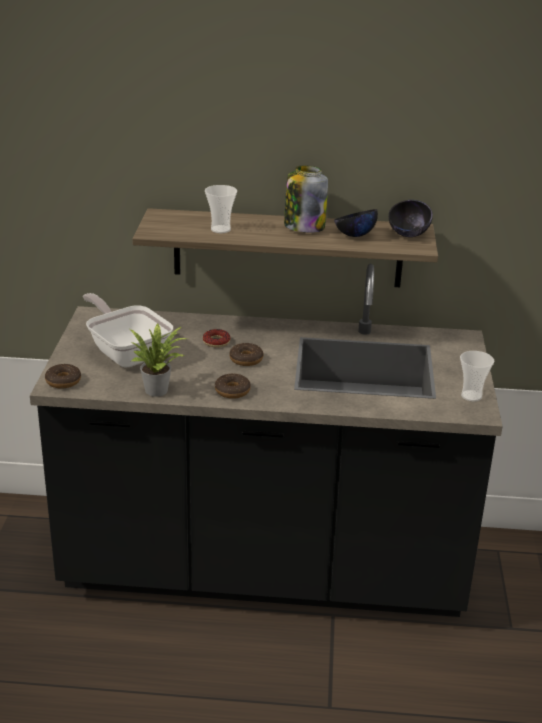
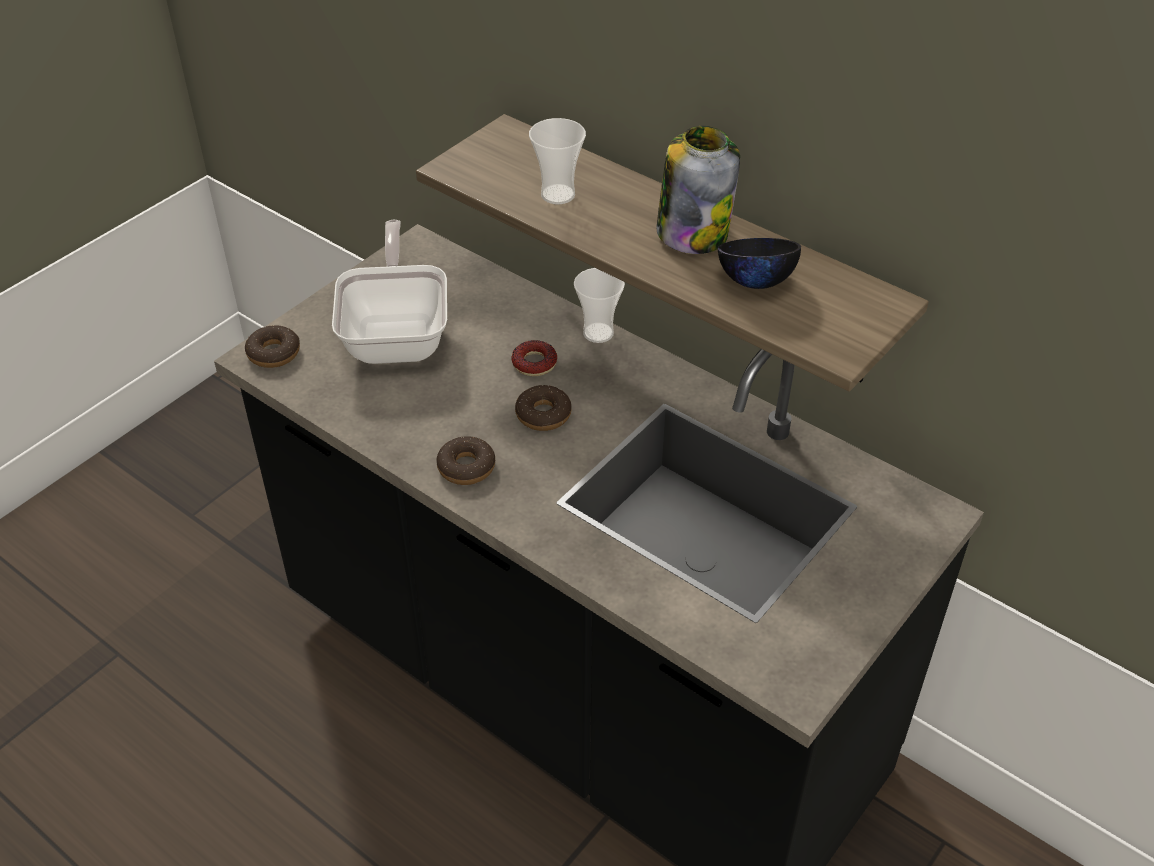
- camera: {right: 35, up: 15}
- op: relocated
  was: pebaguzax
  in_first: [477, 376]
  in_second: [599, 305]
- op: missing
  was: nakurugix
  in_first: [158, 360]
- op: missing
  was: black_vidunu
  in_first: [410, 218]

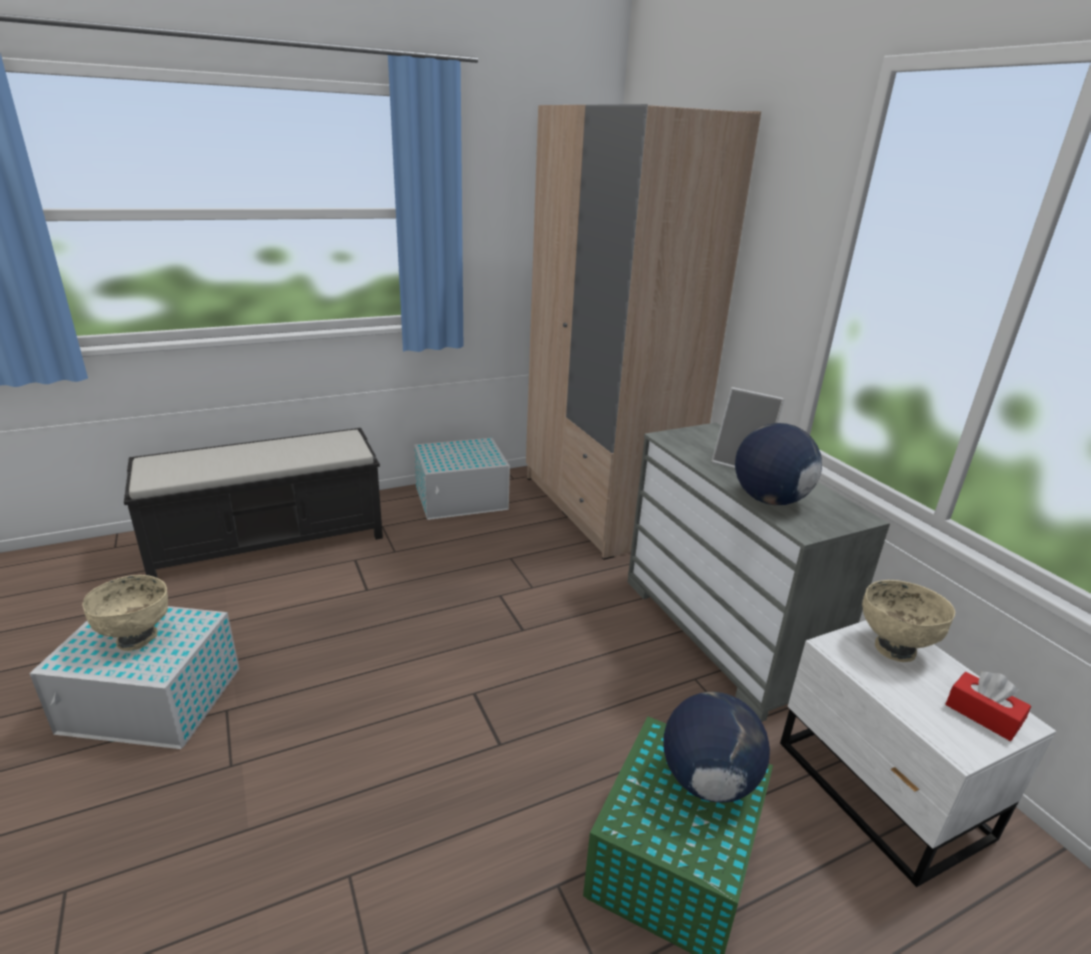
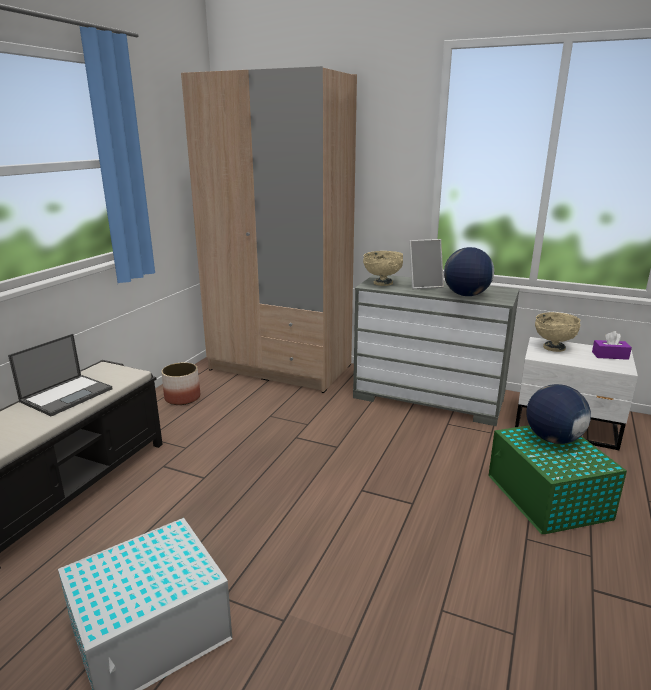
- camera: {right: -40, up: -5}
- op: appeared
  now: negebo
  in_second: [60, 375]
- op: exchanged
  was: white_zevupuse
  now: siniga
  in_first: [462, 479]
  in_second: [180, 383]
- op: relocated
  was: beige_vidunu
  in_first: [125, 613]
  in_second: [383, 268]
- op: colour
  was: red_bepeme
  now: purple_bepeme
  in_first: [988, 706]
  in_second: [612, 345]

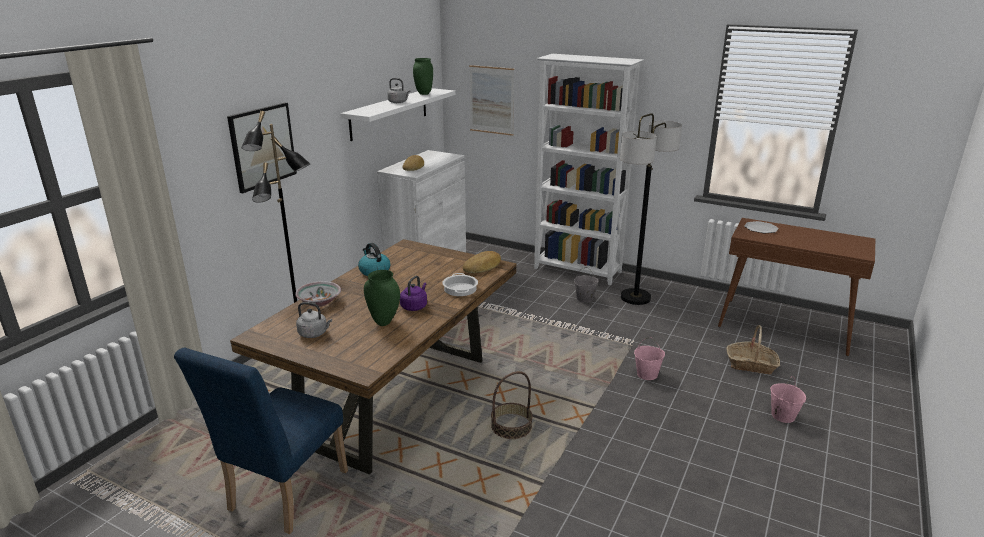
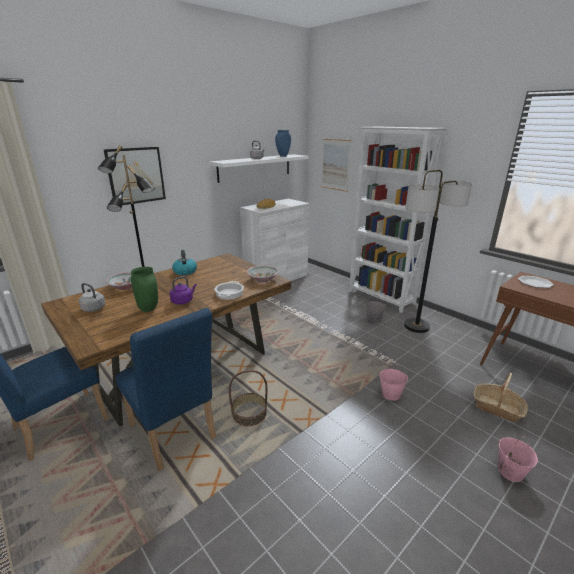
- camera: {right: 20, up: 0}
- op: appeared
  now: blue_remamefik
  in_second: [166, 389]
- op: exchanged
  was: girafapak
  now: vidunu
  in_first: [481, 262]
  in_second: [263, 273]
- op: colour
  was: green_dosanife
  now: blue_dosanife
  in_first: [423, 76]
  in_second: [283, 143]

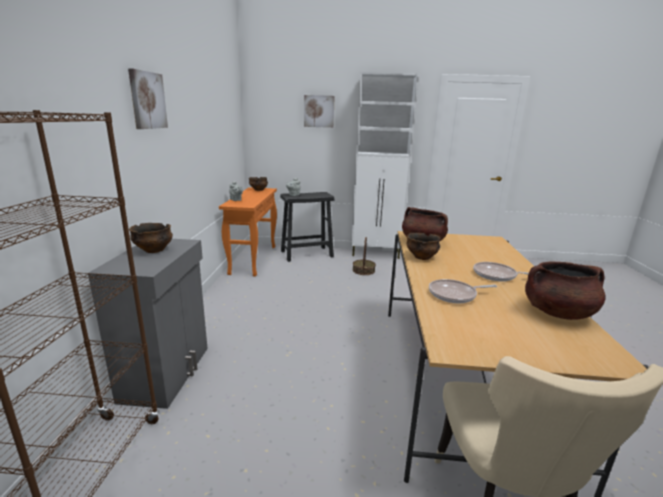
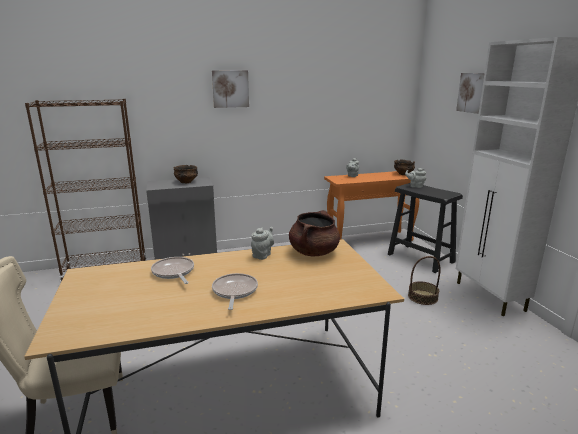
- camera: {right: 70, up: 0}
- op: exchanged
  was: vidunu
  now: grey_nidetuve
  in_first: [423, 246]
  in_second: [262, 243]
- op: missing
  was: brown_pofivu
  in_first: [565, 290]

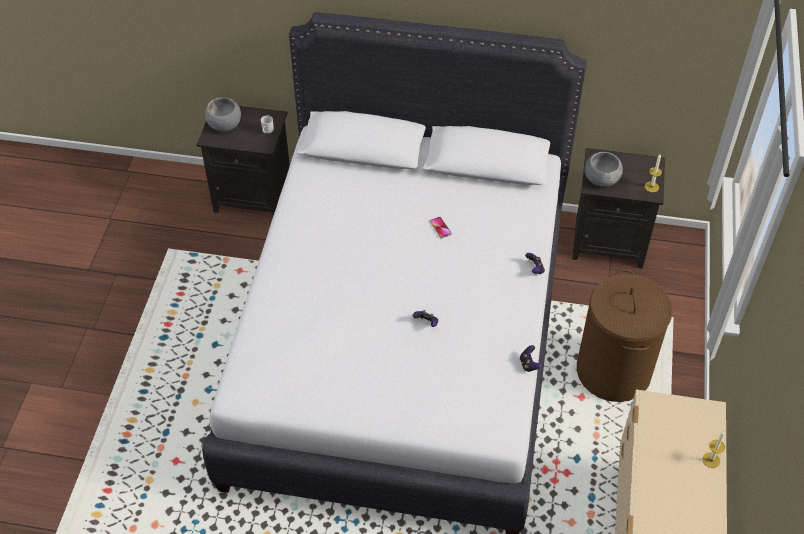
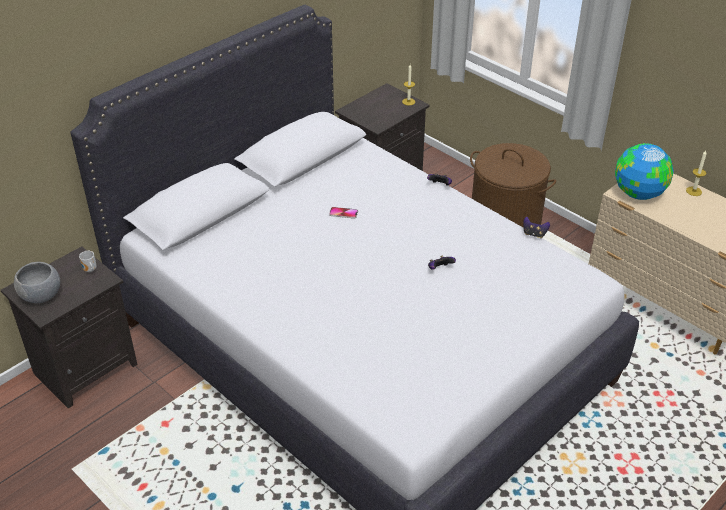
- camera: {right: -55, up: -10}
- op: appeared
  now: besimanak
  in_second: [644, 171]
- op: missing
  was: grey_vidunu
  in_first: [604, 169]

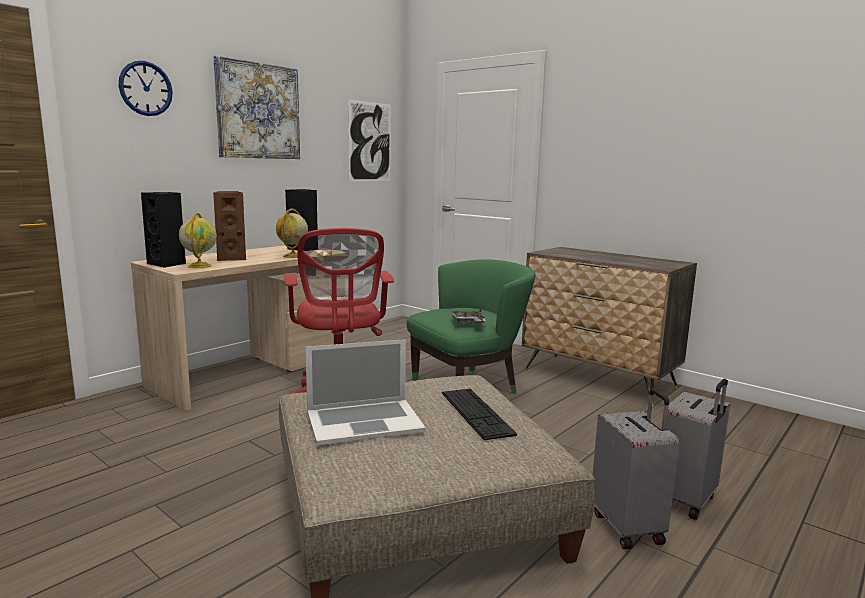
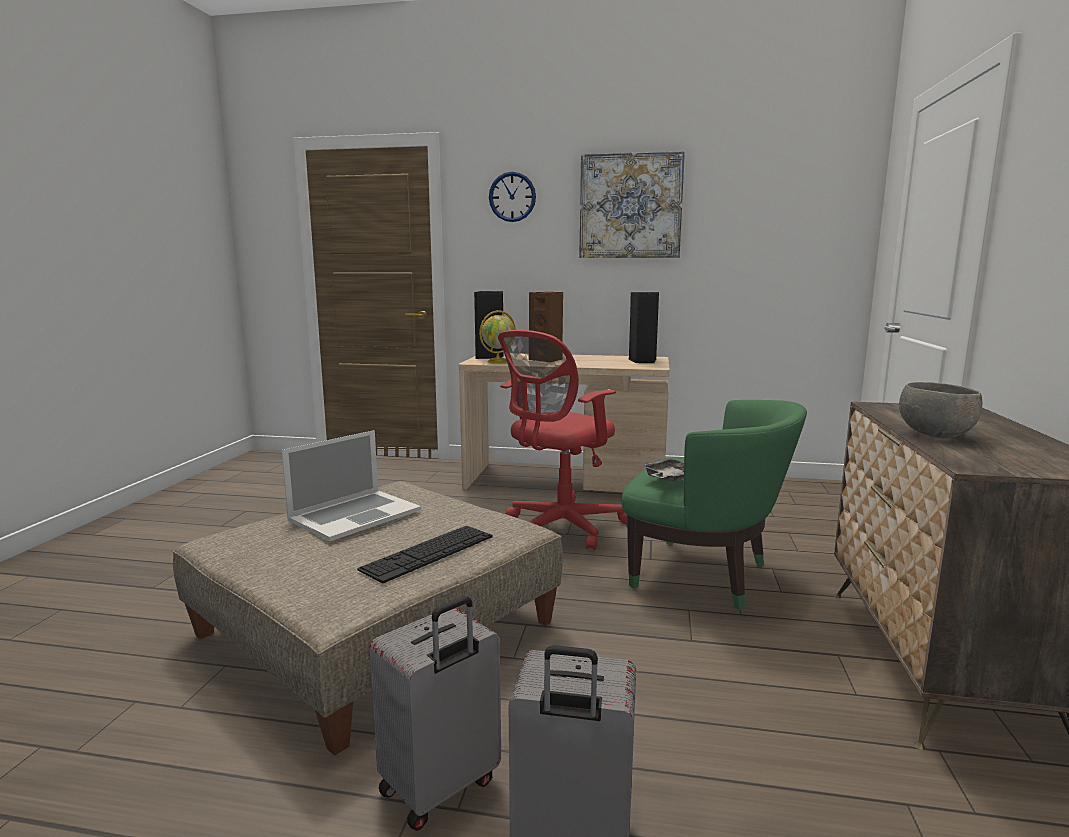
- camera: {right: 60, up: 0}
- op: spun
  was: negebo
  in_first: [365, 392]
  in_second: [351, 485]
  clockwise: -90
- op: appeared
  now: grey_vidunu
  in_second: [940, 410]
- op: missing
  was: besimanak
  in_first: [292, 233]
- op: missing
  was: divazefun
  in_first: [369, 140]

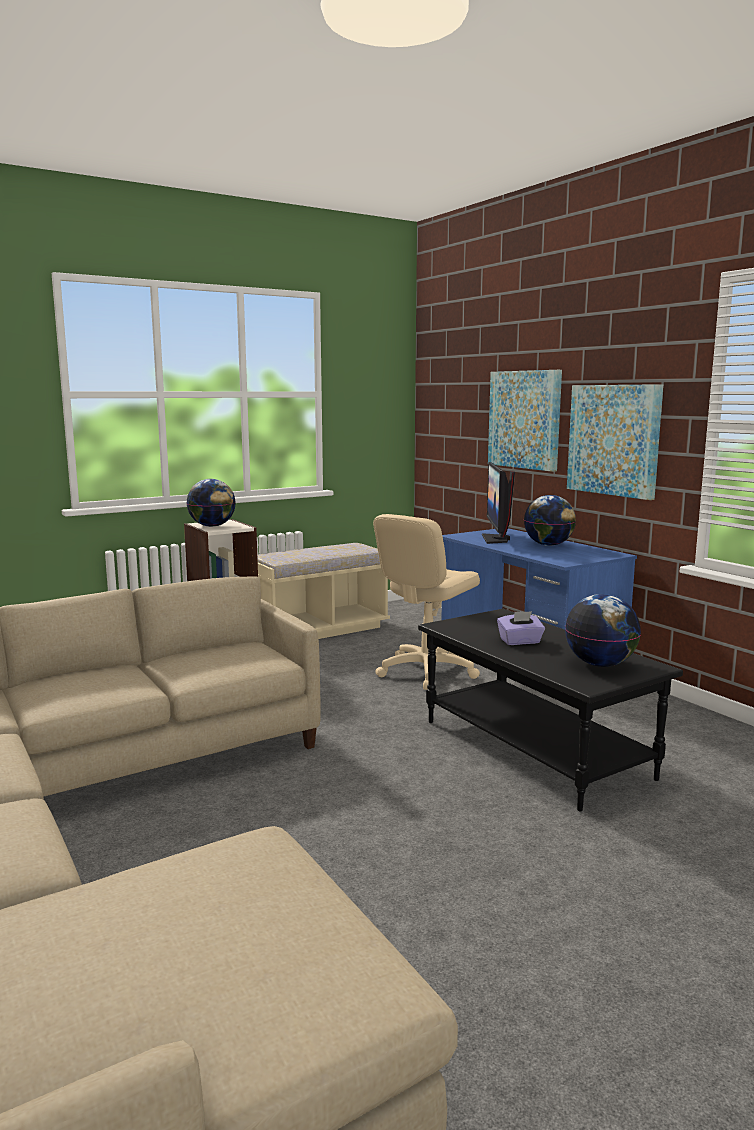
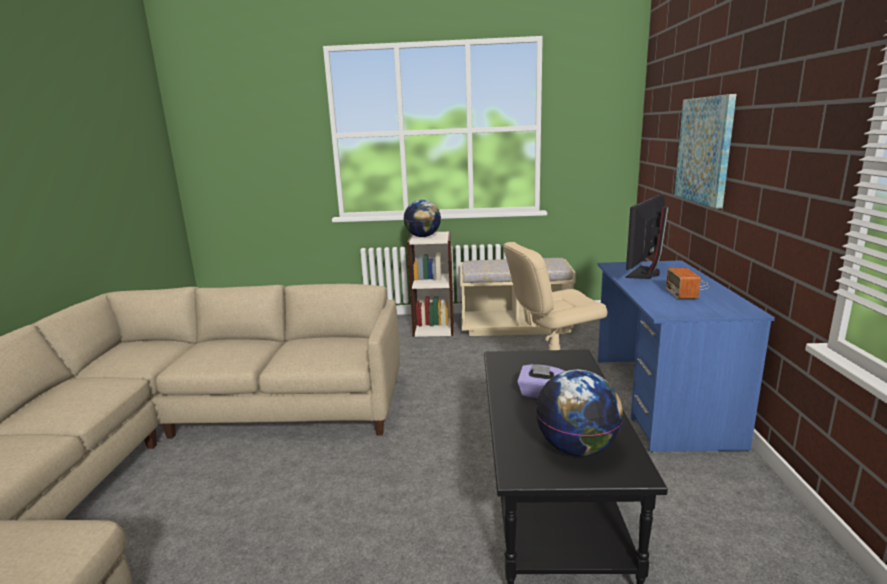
- camera: {right: 35, up: 5}
- op: exchanged
  was: besimanak
  now: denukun
  in_first: [550, 520]
  in_second: [687, 283]
- op: missing
  was: divazefun
  in_first: [615, 442]

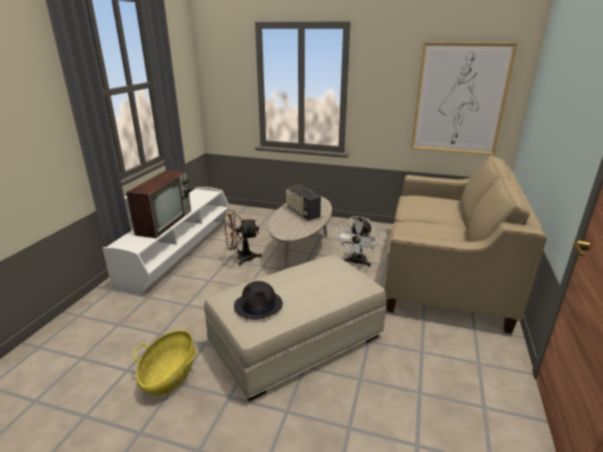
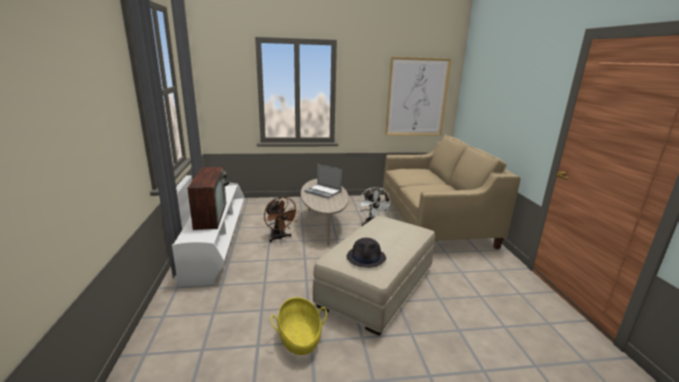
- camera: {right: -25, up: -5}
- op: spun
  was: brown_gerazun
  in_first: [243, 238]
  in_second: [281, 219]
  clockwise: -90
- op: exchanged
  was: denukun
  now: negebo
  in_first: [303, 202]
  in_second: [323, 181]

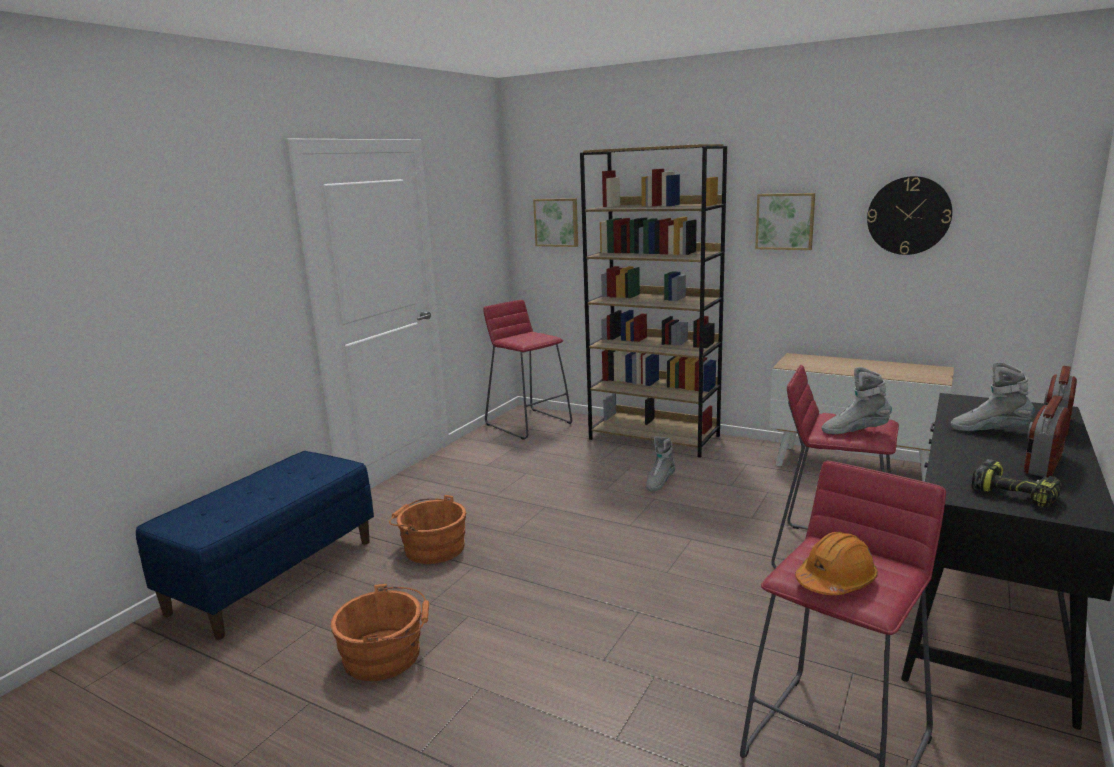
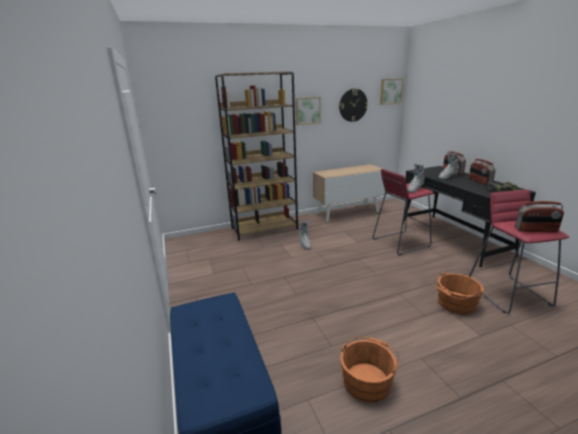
- camera: {right: -50, up: 5}
- op: relocated
  was: divazefun
  in_first: [555, 222]
  in_second: [391, 91]
- op: relocated
  was: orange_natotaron
  in_first: [427, 529]
  in_second: [458, 292]
- op: exchanged
  was: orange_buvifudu
  now: denukun
  in_first: [836, 563]
  in_second: [539, 216]
- op: missing
  was: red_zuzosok
  in_first: [527, 370]

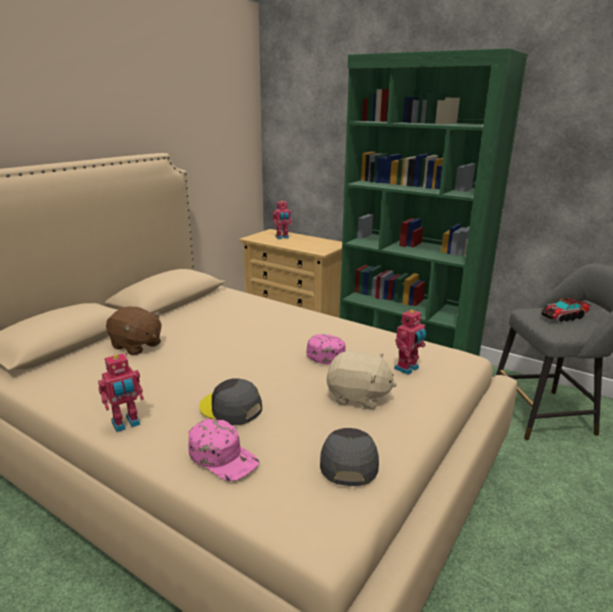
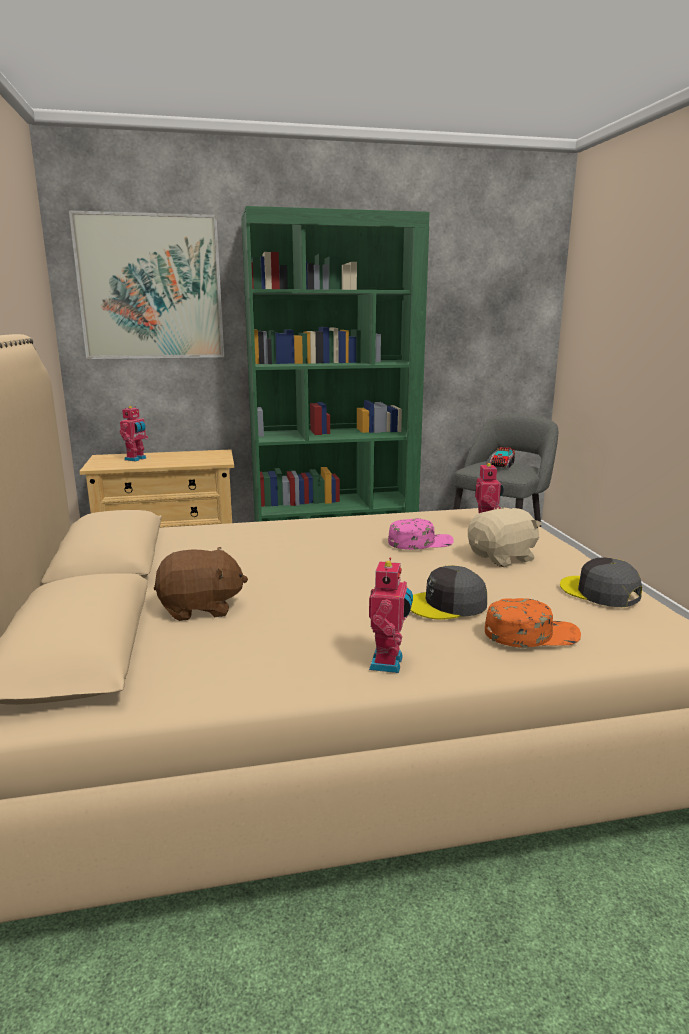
- camera: {right: -45, up: -5}
- op: appeared
  now: divazefun
  in_second: [146, 284]
- op: colour
  was: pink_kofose
  now: orange_kofose
  in_first: [223, 450]
  in_second: [533, 622]

